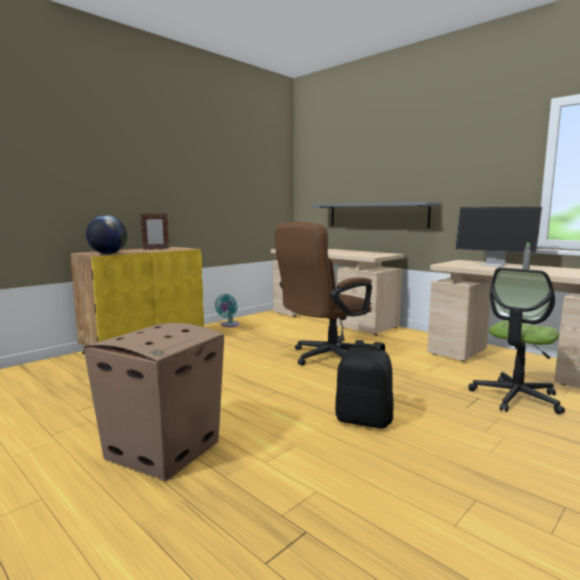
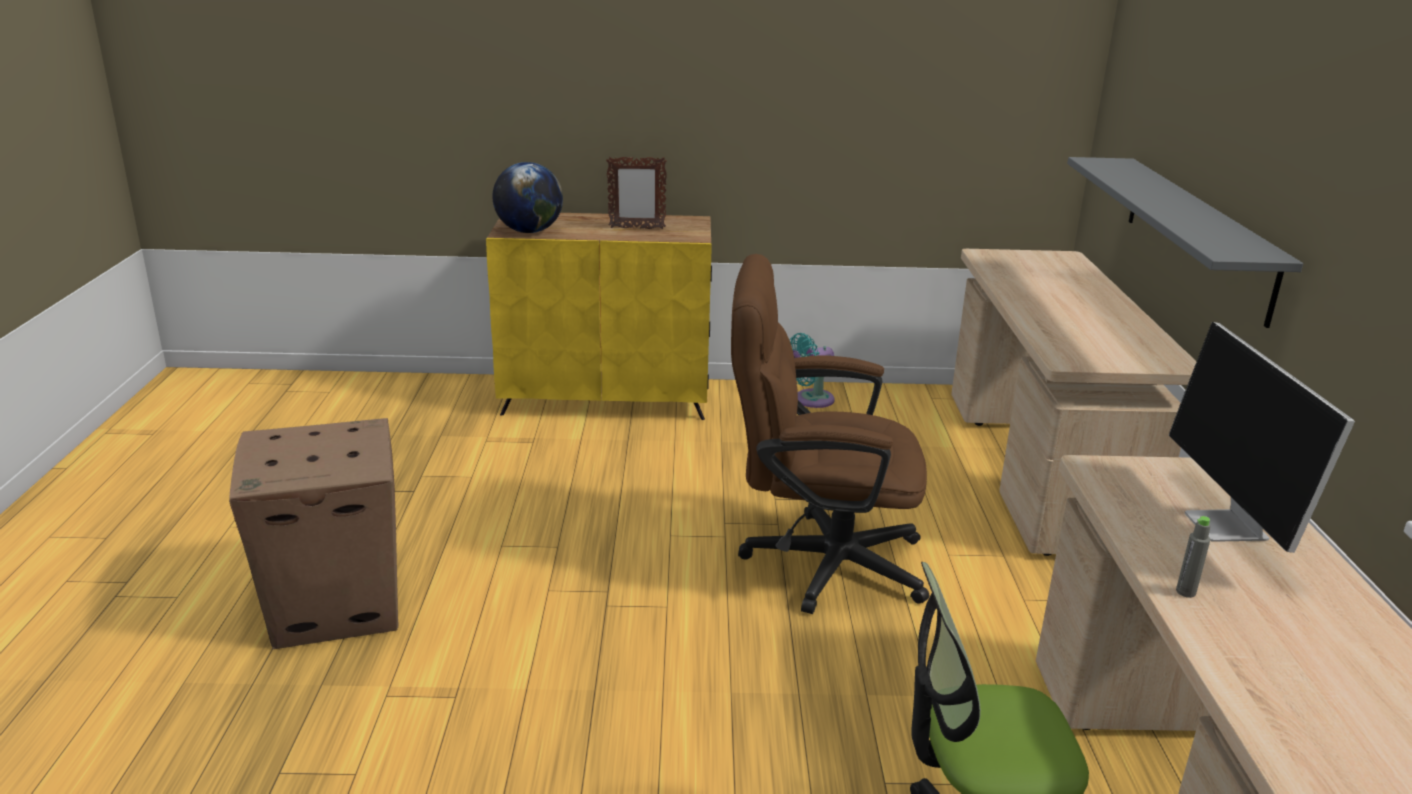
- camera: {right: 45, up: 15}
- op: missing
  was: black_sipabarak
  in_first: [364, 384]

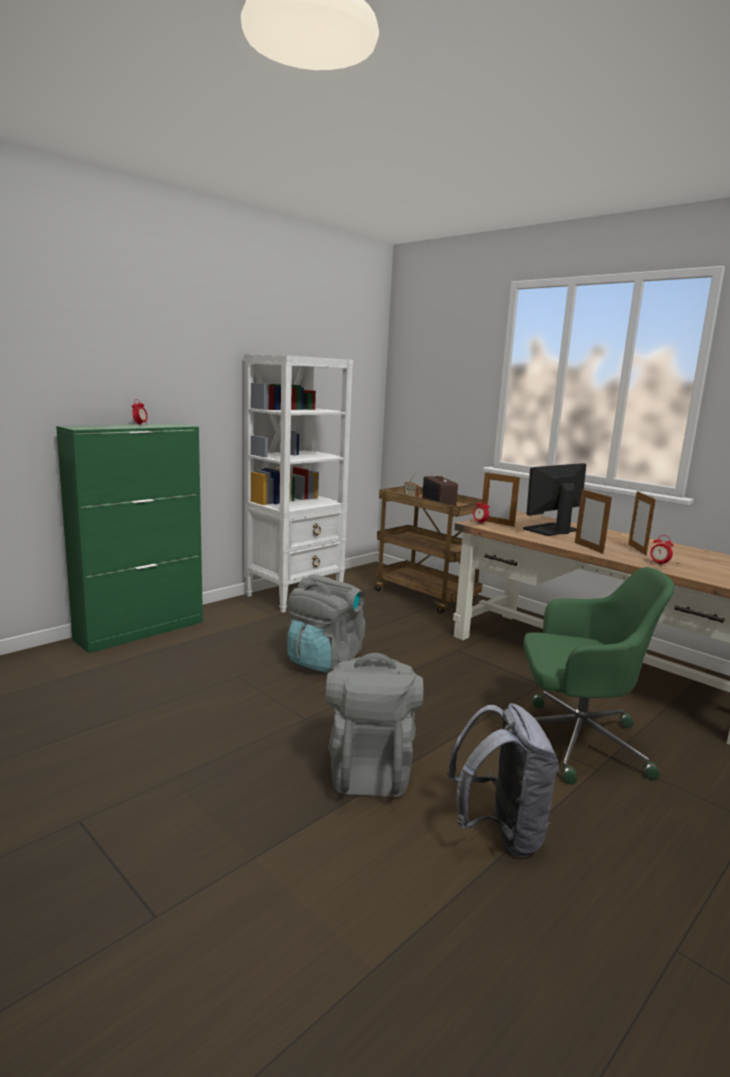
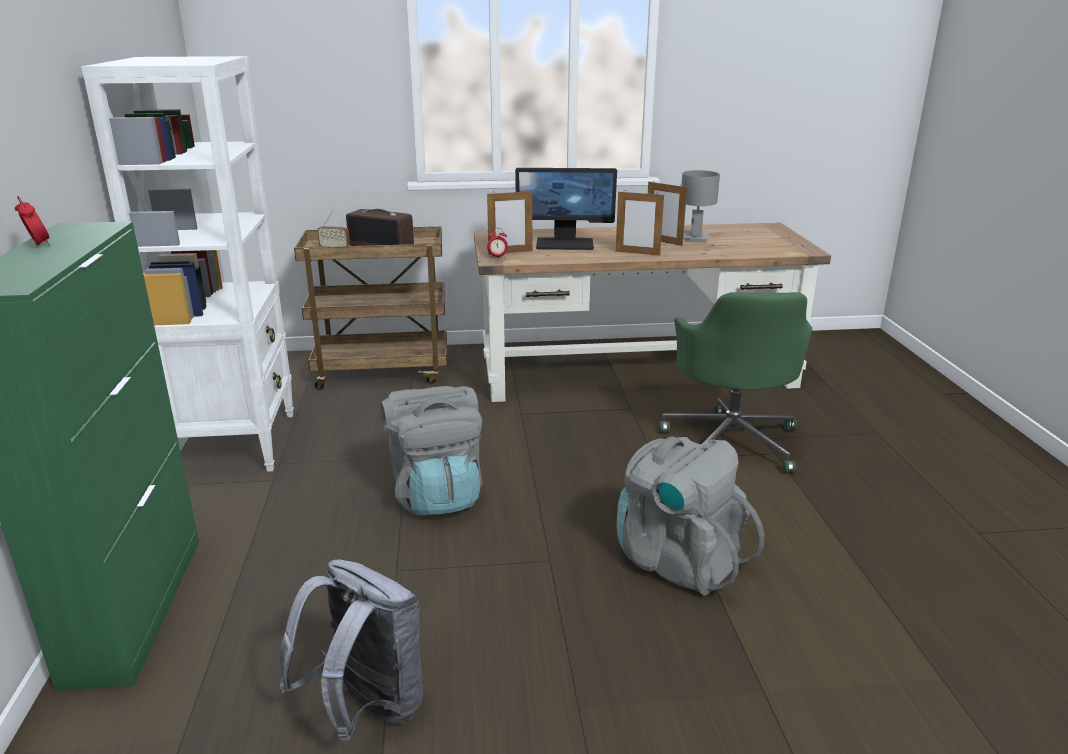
- camera: {right: -50, up: 10}
- op: relocated
  was: grey_sipabarak
  in_first: [503, 780]
  in_second: [351, 650]
- op: spun
  was: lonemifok
  in_first: [554, 499]
  in_second: [566, 209]
  clockwise: -90
- op: spun
  was: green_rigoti
  in_first: [598, 675]
  in_second: [735, 383]
  clockwise: 135
- op: appeared
  now: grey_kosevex
  in_second: [700, 206]
- op: missing
  was: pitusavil
  in_first: [661, 550]

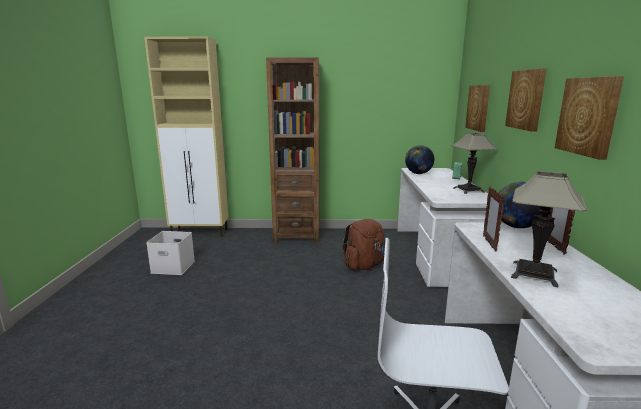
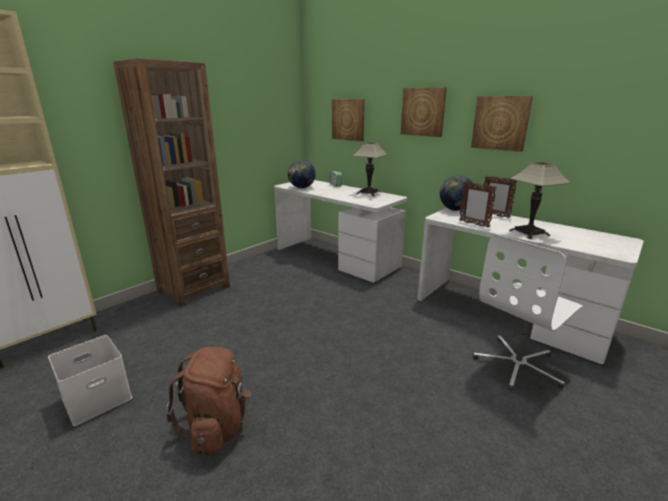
- camera: {right: -50, up: 5}
- op: relocated
  was: brown_sipabarak
  in_first: [363, 244]
  in_second: [208, 401]

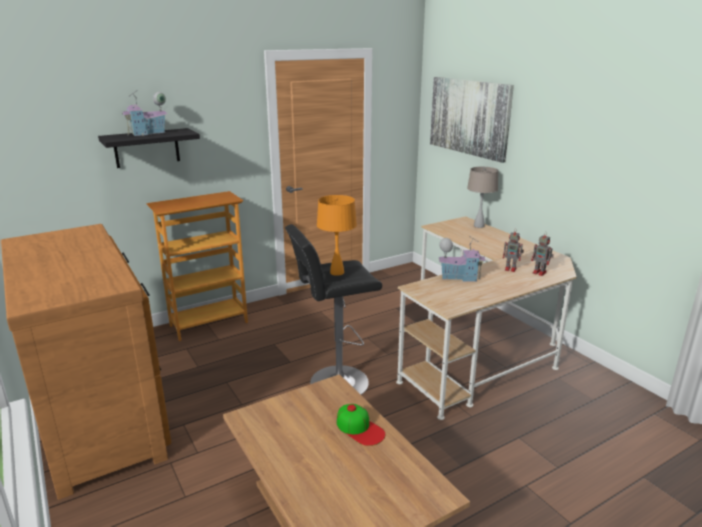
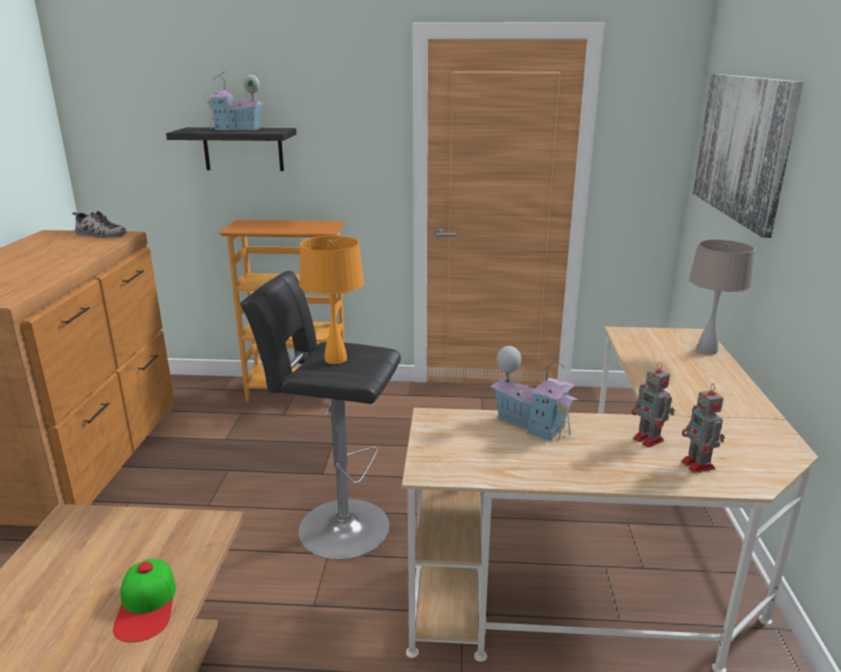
- camera: {right: 35, up: 0}
- op: appeared
  now: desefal
  in_second: [99, 224]

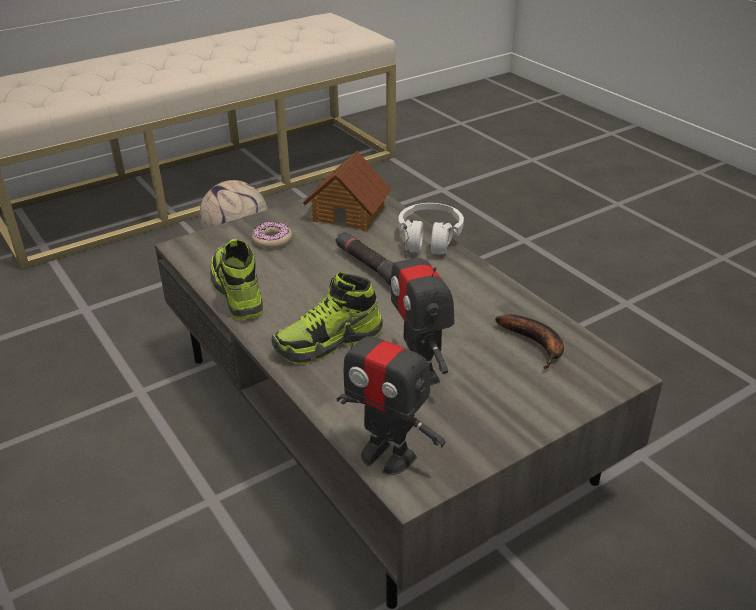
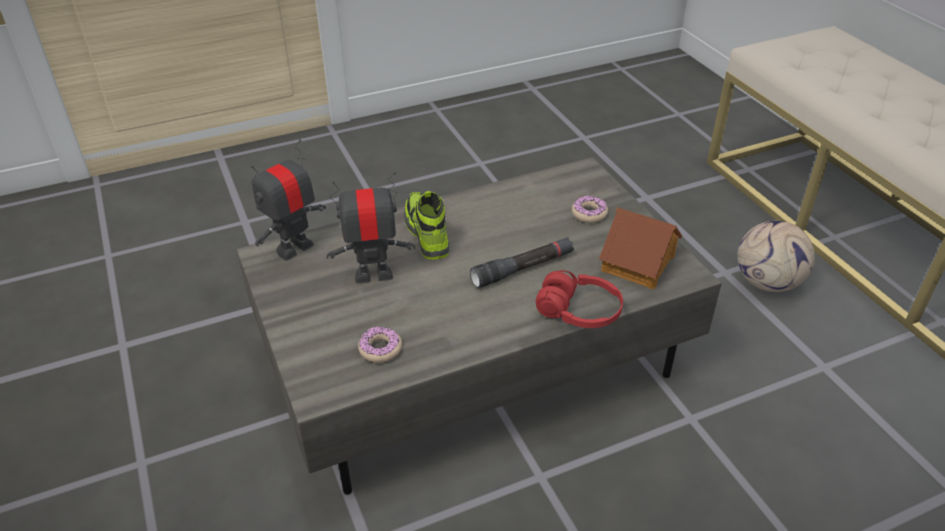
- camera: {right: 100, up: 5}
- op: exchanged
  was: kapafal
  now: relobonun
  in_first: [529, 341]
  in_second: [380, 344]
- op: colour
  was: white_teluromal
  now: red_teluromal
  in_first: [431, 229]
  in_second: [579, 299]
- op: missing
  was: desefal
  in_first: [236, 279]

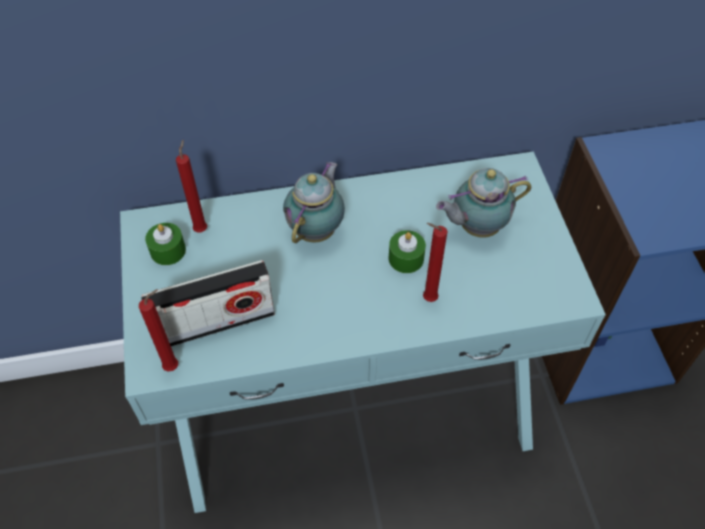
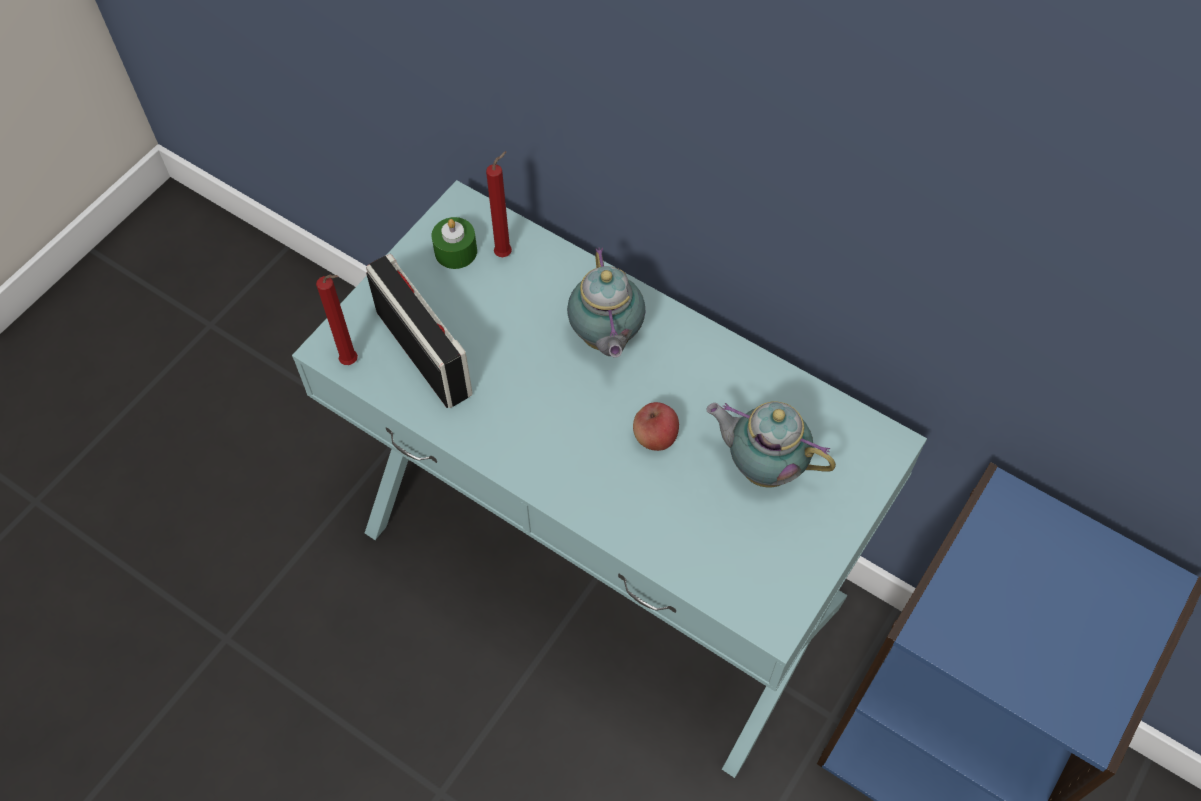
- camera: {right: 45, up: 5}
- op: spun
  was: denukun
  in_first: [208, 303]
  in_second: [419, 331]
  clockwise: -150
- op: spun
  was: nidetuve
  in_first: [314, 202]
  in_second: [606, 302]
  clockwise: 105
- op: exchanged
  was: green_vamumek
  now: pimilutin
  in_first: [407, 251]
  in_second: [656, 426]
- op: missing
  was: red_vamumek
  in_first: [435, 262]

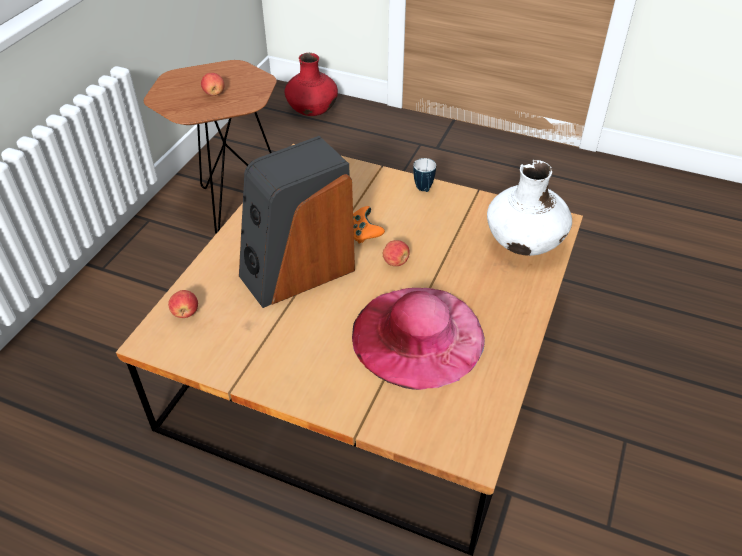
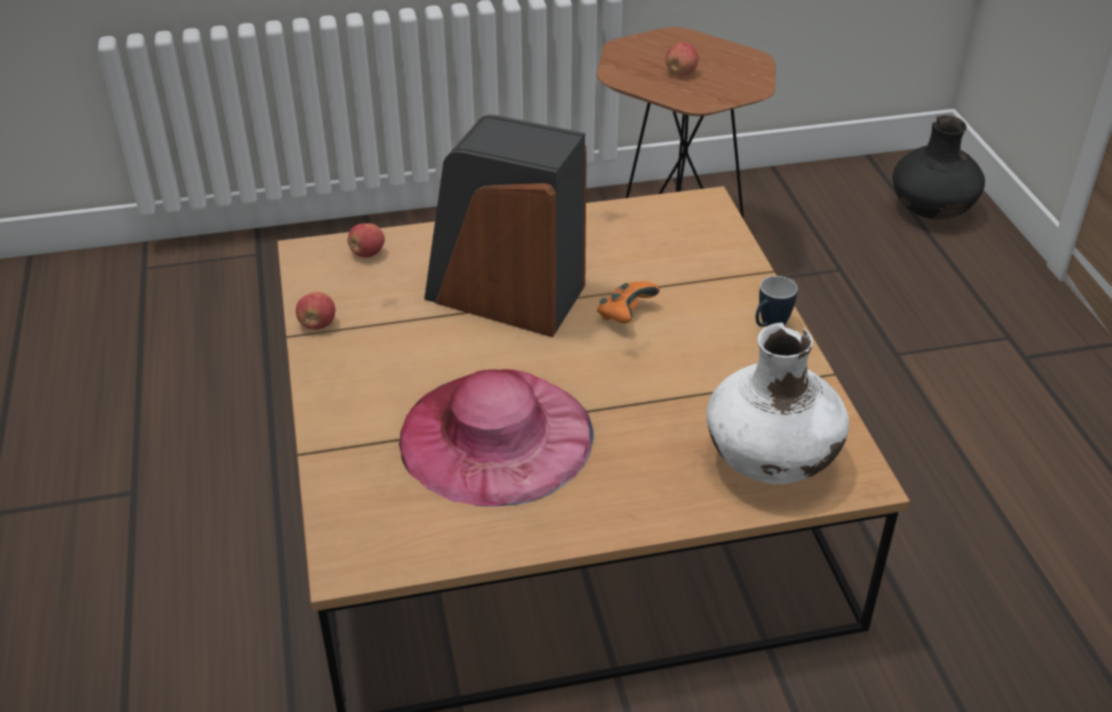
- camera: {right: 55, up: -5}
- op: relocated
  was: pimilutin
  in_first: [396, 253]
  in_second: [315, 311]
- op: colour
  was: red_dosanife
  now: black_dosanife
  in_first: [311, 84]
  in_second: [939, 167]

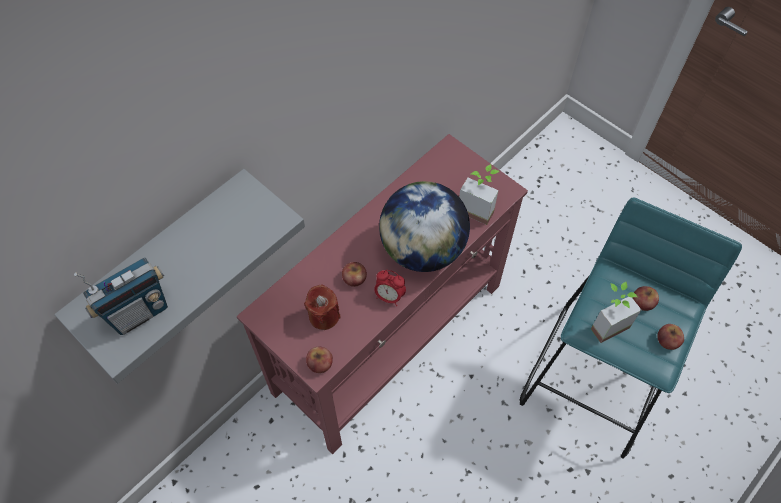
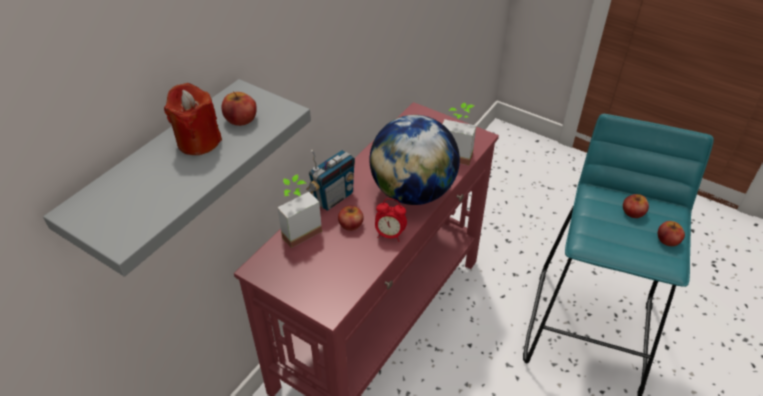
- camera: {right: -10, up: -15}
- op: relocated
  was: red_vamumek
  in_first: [322, 307]
  in_second: [193, 119]
- op: relocated
  was: pimilutin
  in_first: [319, 360]
  in_second: [239, 108]
- op: relocated
  was: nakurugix
  in_first: [616, 312]
  in_second: [299, 211]
- op: relocated
  was: denukun
  in_first: [121, 296]
  in_second: [330, 180]

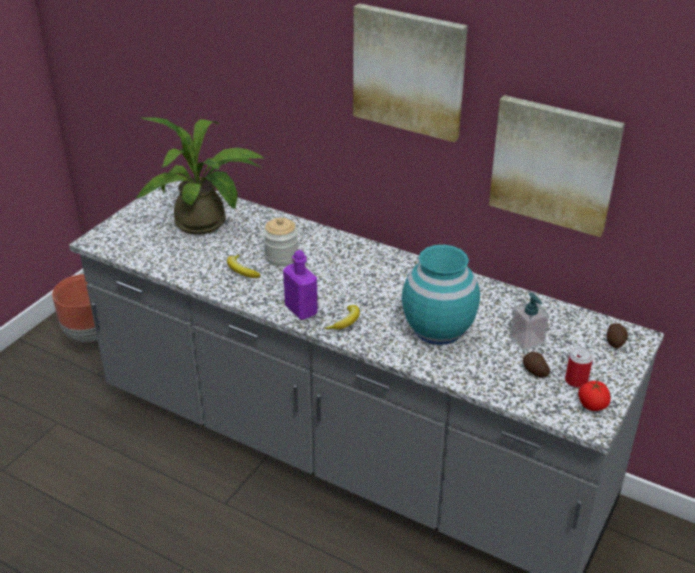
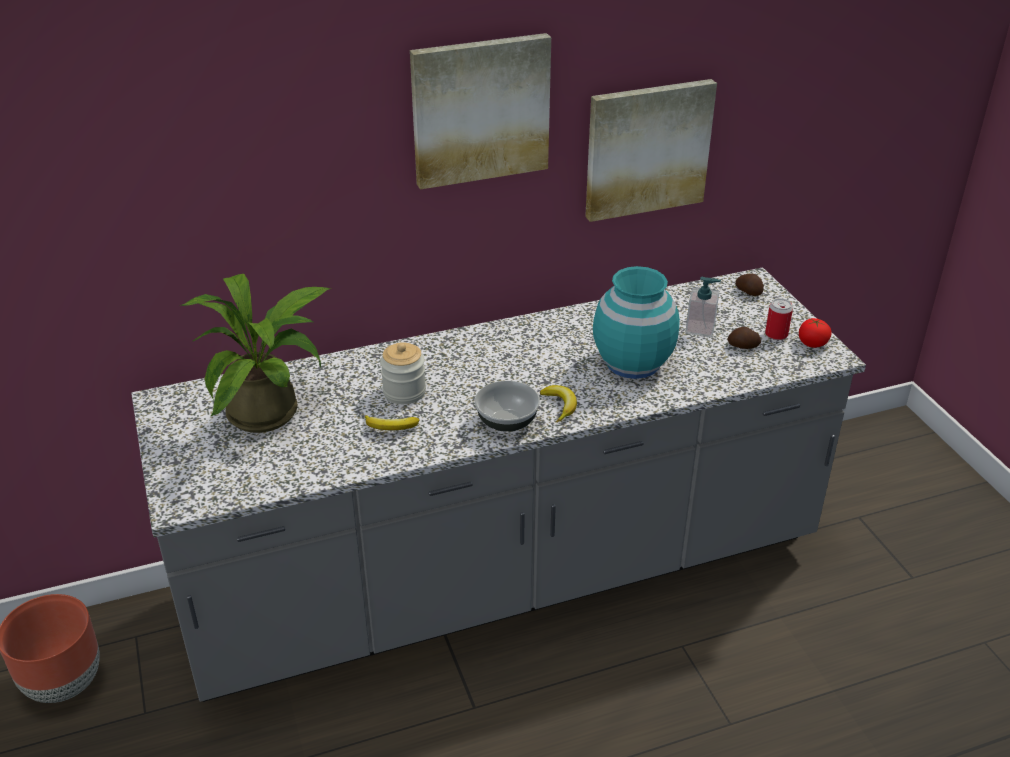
- camera: {right: -50, up: 0}
- op: exchanged
  was: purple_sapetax
  now: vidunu
  in_first: [300, 285]
  in_second: [507, 406]

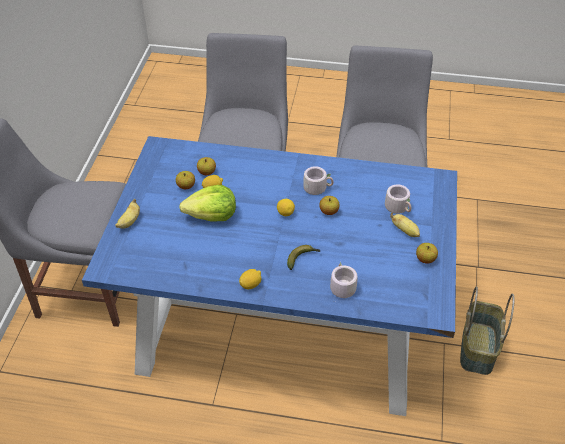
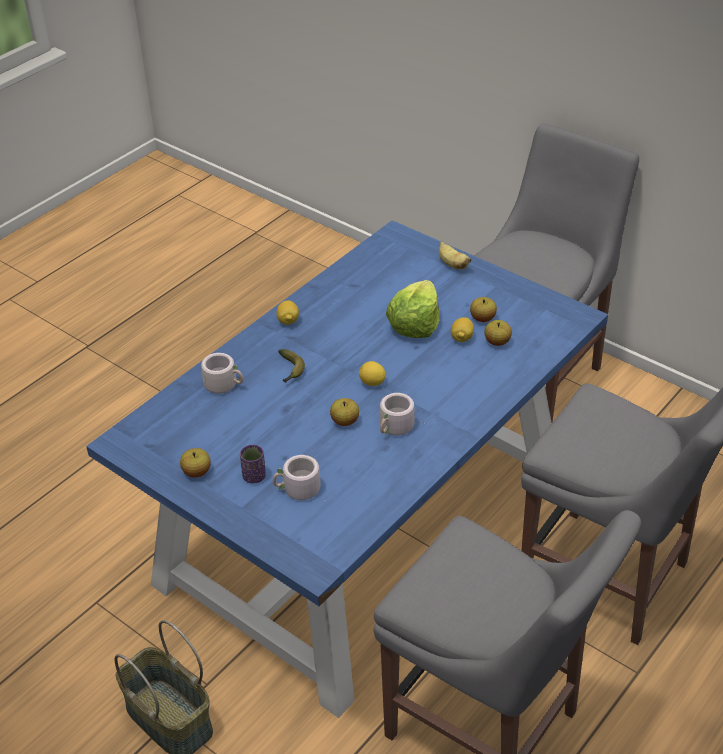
- camera: {right: 120, up: -5}
- op: exchanged
  was: kapafal
  now: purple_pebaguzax
  in_first: [405, 224]
  in_second: [253, 464]

